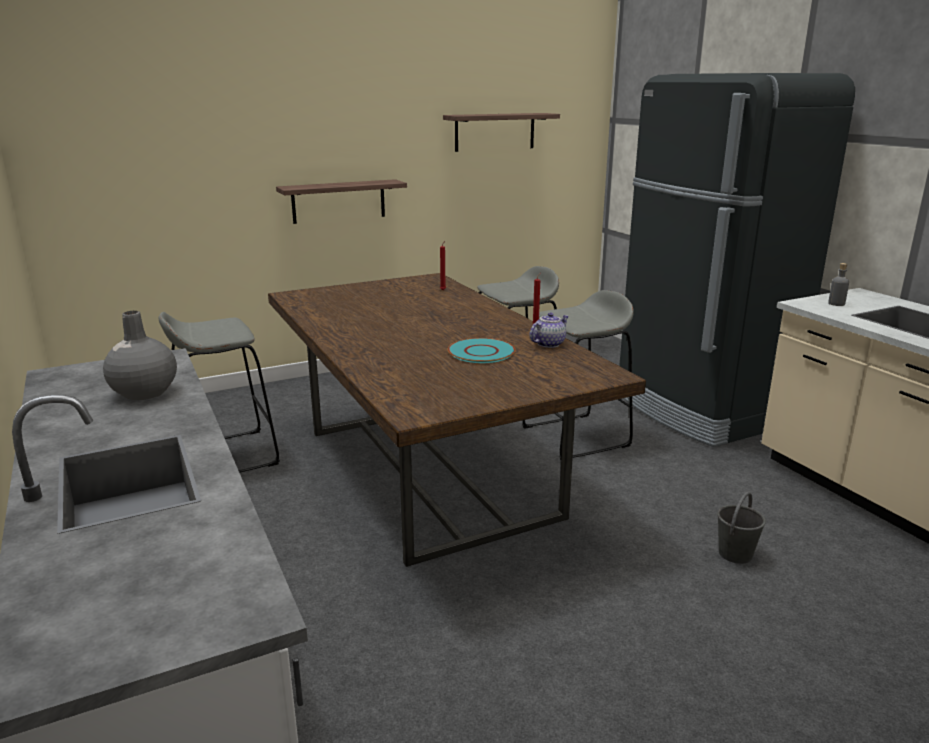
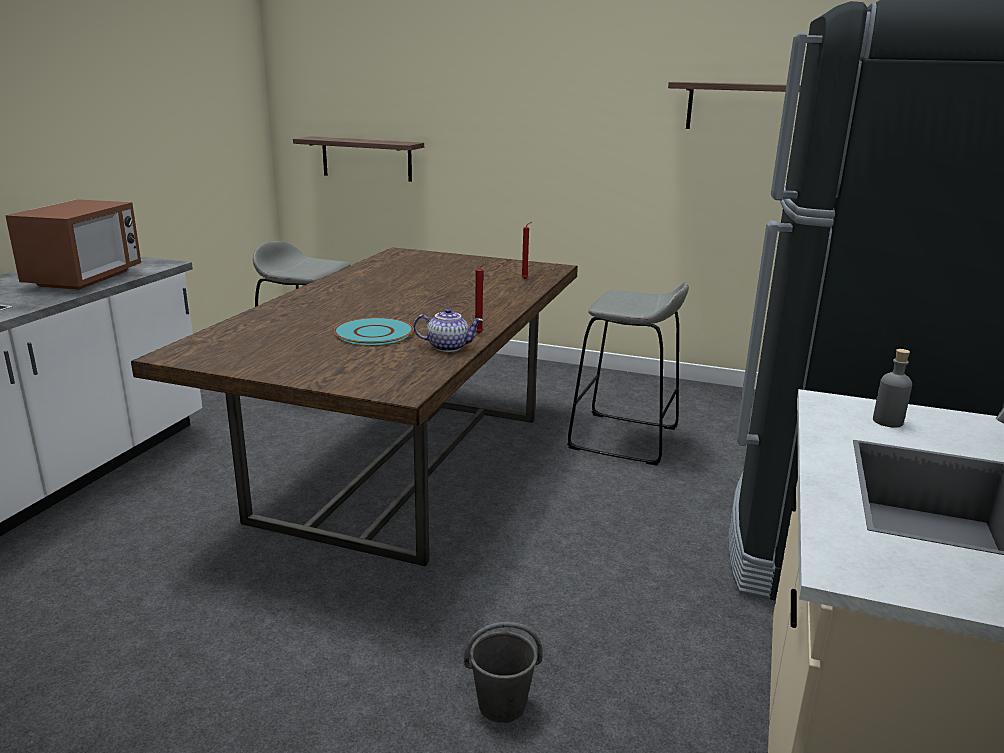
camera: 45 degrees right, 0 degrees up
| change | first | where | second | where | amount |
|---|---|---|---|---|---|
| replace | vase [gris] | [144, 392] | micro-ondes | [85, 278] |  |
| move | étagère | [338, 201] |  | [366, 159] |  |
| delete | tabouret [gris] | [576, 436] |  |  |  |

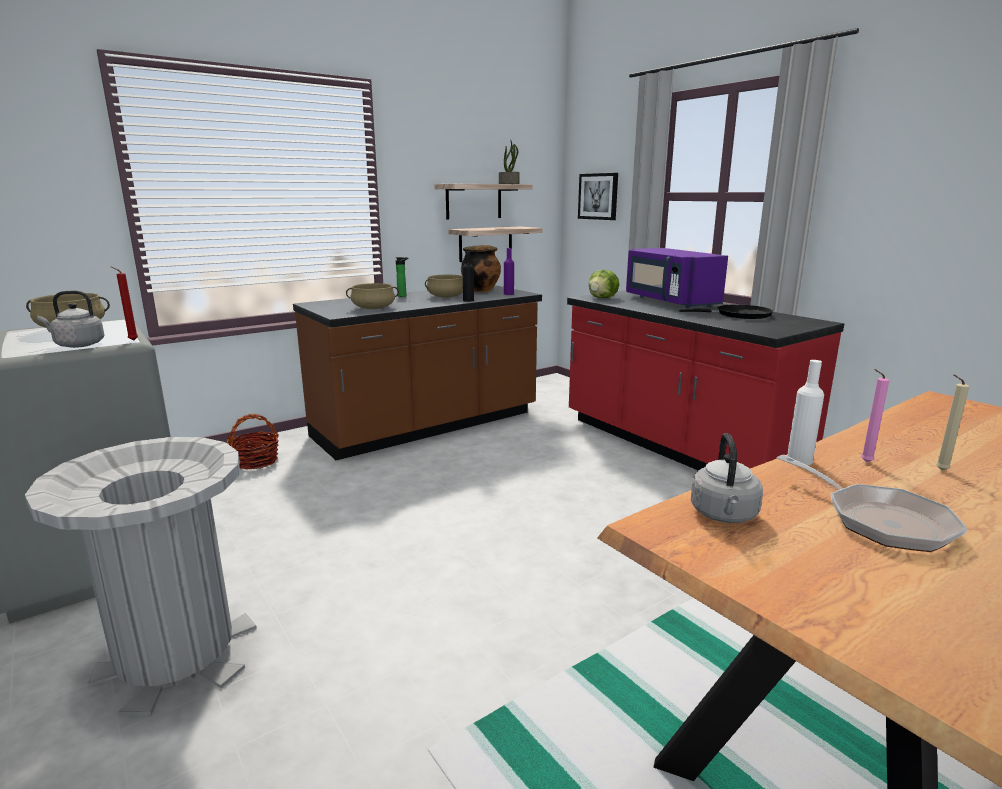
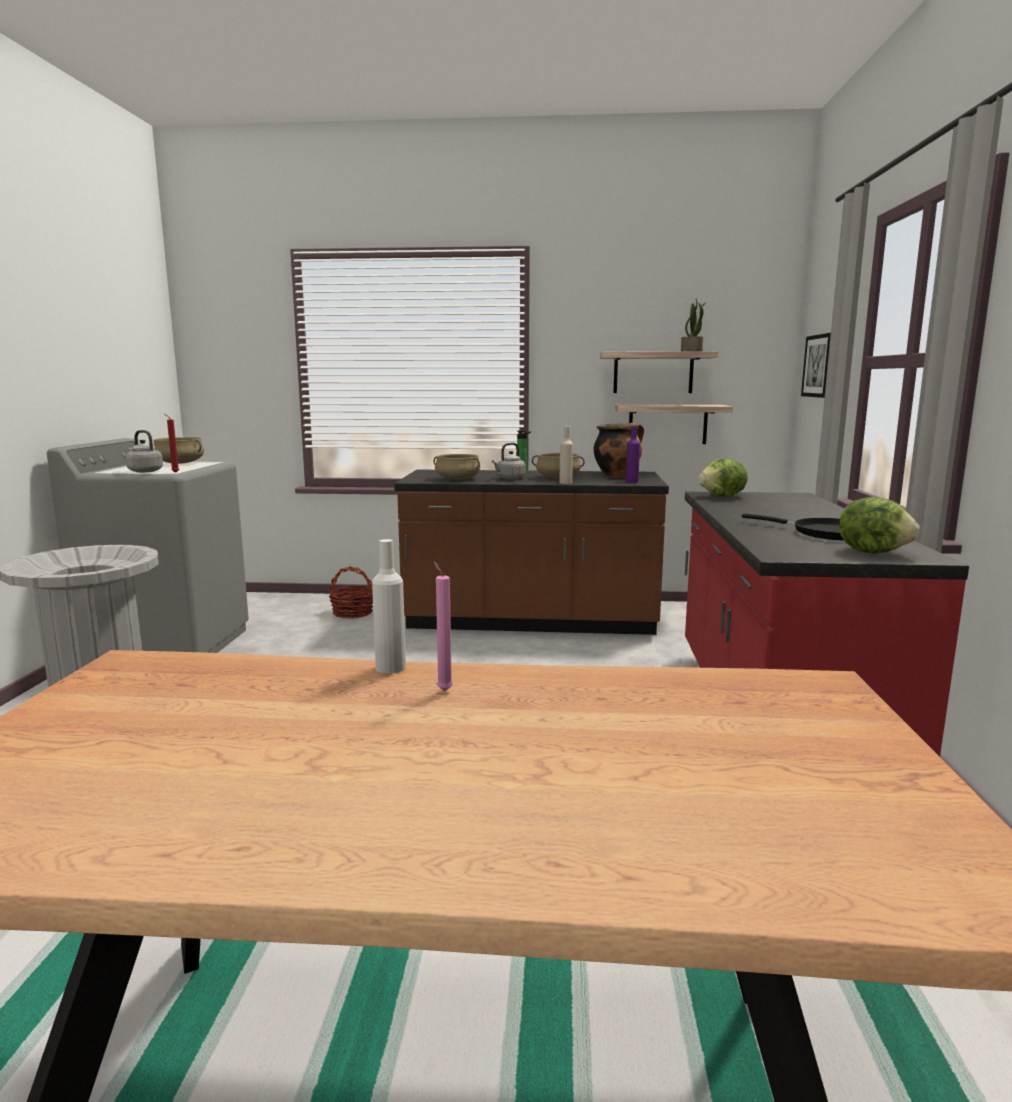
camera: 40 degrees right, 5 degrees down
| change | first | where | second | where | amount |
|---|---|---|---|---|---|
| move | bouilloire [gris] | [724, 515] |  | [509, 478] |  |
| recolor | bouteille [noir] | [468, 300] | bouteille [beige] | [565, 482] |  |
| insert |  |  | laitue | [873, 552] |  |
| delete | micro-ondes [violet] | [669, 301] |  |  |  |
| delete | poêle | [879, 520] |  |  |  |
| delete | bougie [beige] | [939, 470] |  |  |  |

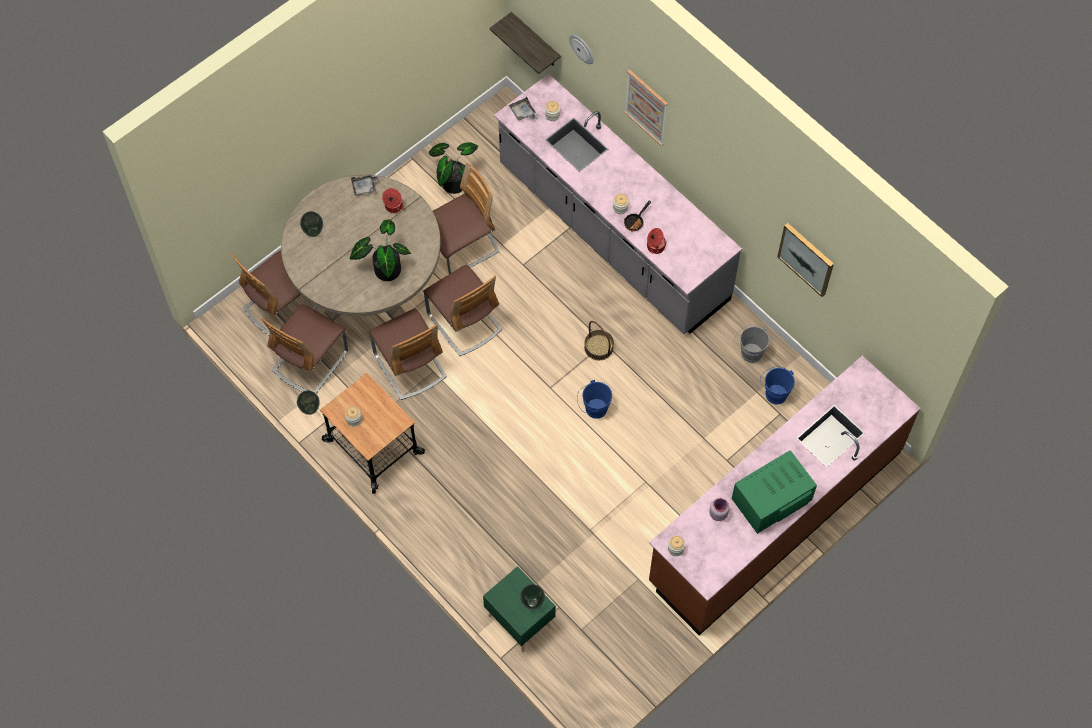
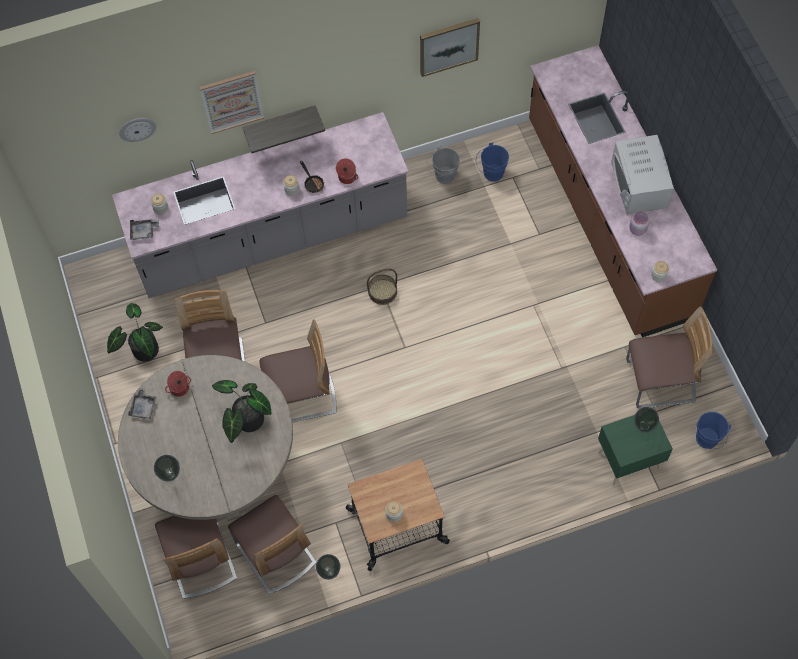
camera: 65 degrees left, 0 degrees up
| change | first | where | second | where | amount |
|---|---|---|---|---|---|
| move | étagère | [536, 41] |  | [280, 124] |  |
| recolor | micro-ondes [vert] | [771, 499] | micro-ondes [blanc] | [639, 184] |  |
| move | chaise | [410, 365] |  | [660, 381] |  |
| move | seau [bleu] | [593, 409] |  | [706, 441] |  |

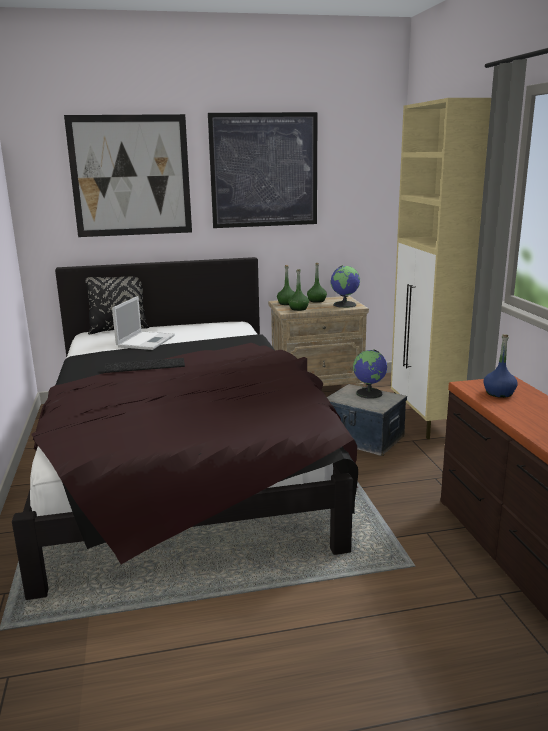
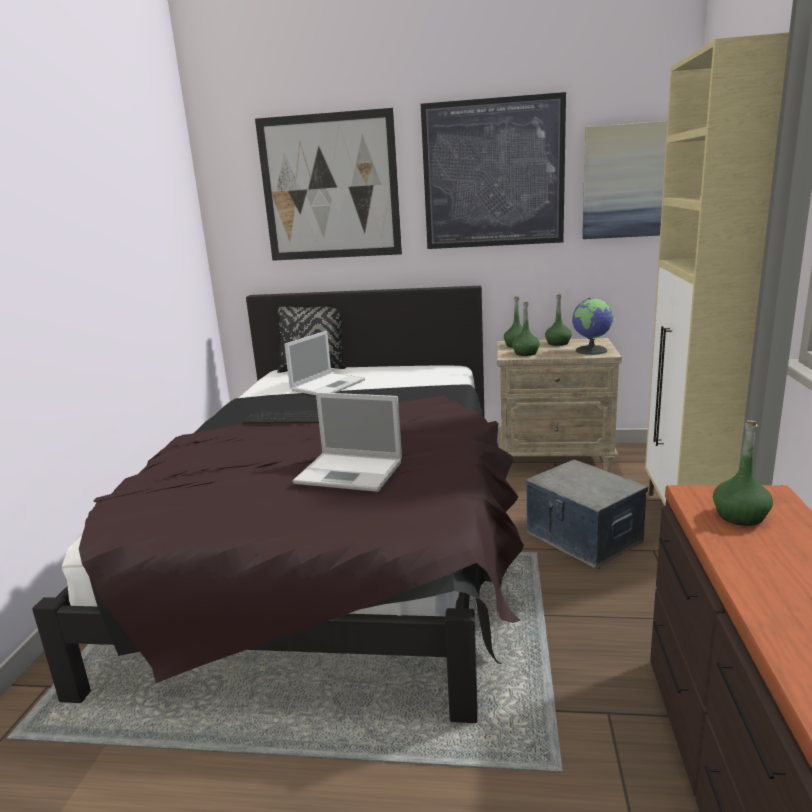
camera: 20 degrees right, 0 degrees up
| change | first | where | second | where | amount |
|---|---|---|---|---|---|
| insert |  |  | ordinateur portable | [351, 472] |  |
| insert |  |  | tableau | [627, 181] |  |
| recolor | bouteille [bleu] | [499, 393] | bouteille [vert] | [740, 516] |  |
| delete | globe | [369, 393] |  |  |  |

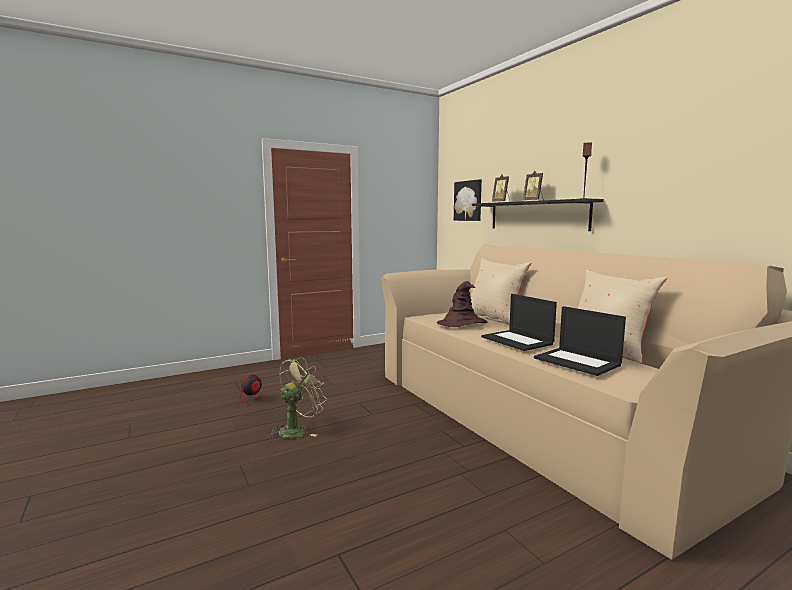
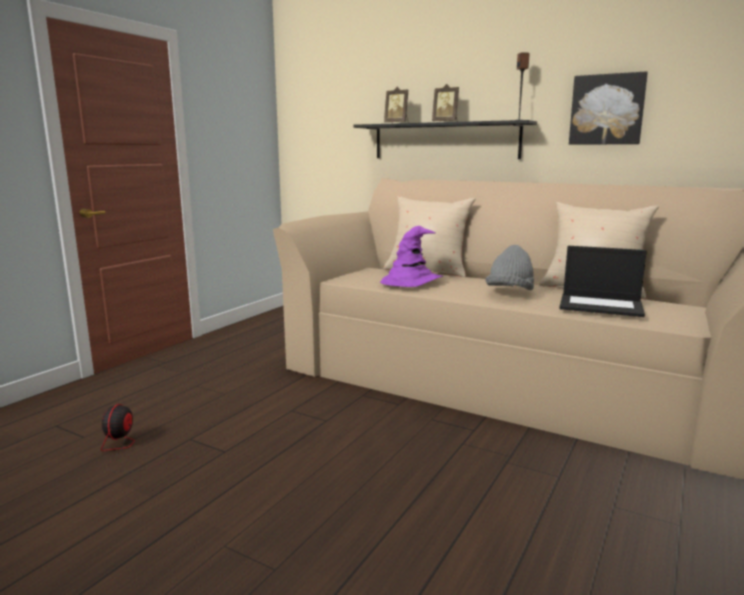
camera: 30 degrees left, 5 degrees up
| change | first | where | second | where | amount |
|---|---|---|---|---|---|
| recolor | chapeau [marron] | [462, 323] | chapeau [violet] | [411, 281] |  |
| replace | ordinateur portable | [518, 341] | chapeau [gris] | [510, 292] |  |
| move | tableau | [468, 201] |  | [607, 110] |  |
| delete | ventilateur [vert] | [297, 429] |  |  |  |

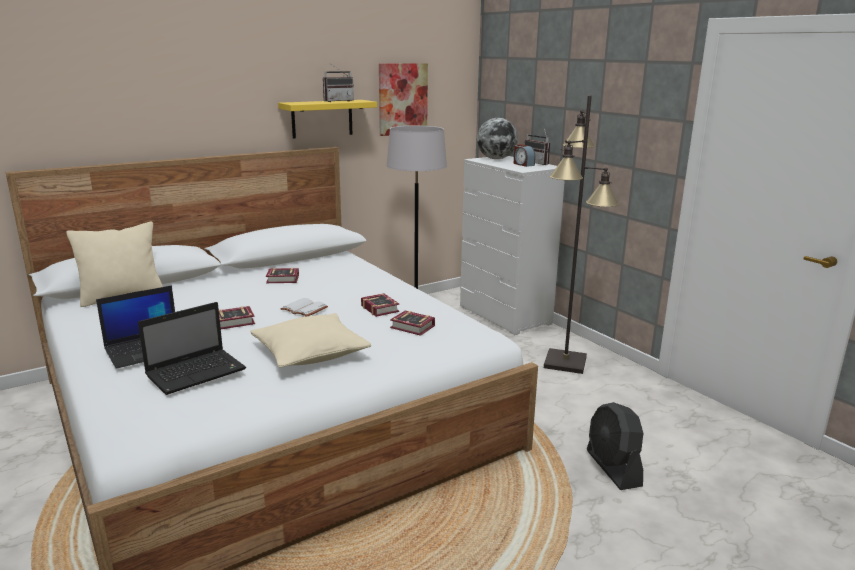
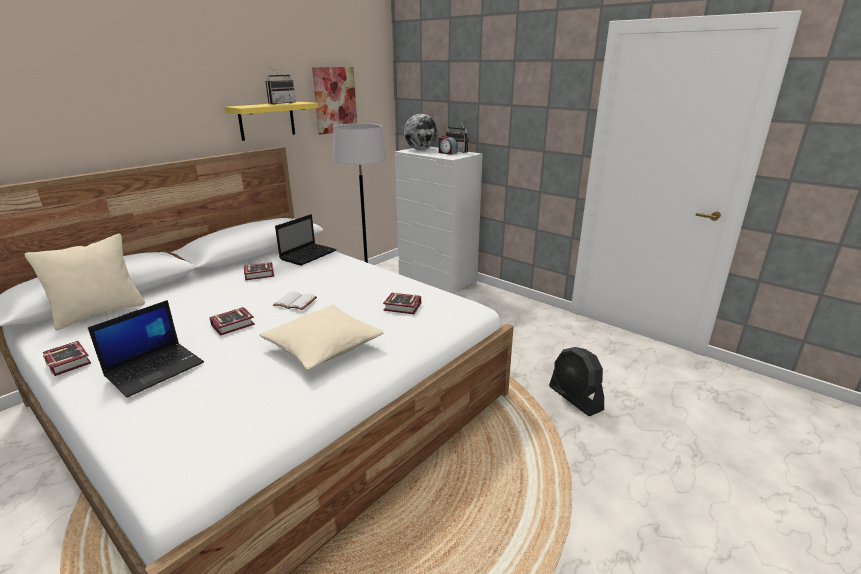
camera: 15 degrees left, 5 degrees up
| change | first | where | second | where | amount |
|---|---|---|---|---|---|
| move | livre | [380, 308] |  | [69, 361] |  |
| move | ordinateur portable | [198, 372] |  | [309, 255] |  |
| delete | lampadaire [noir] | [566, 362] |  |  |  |

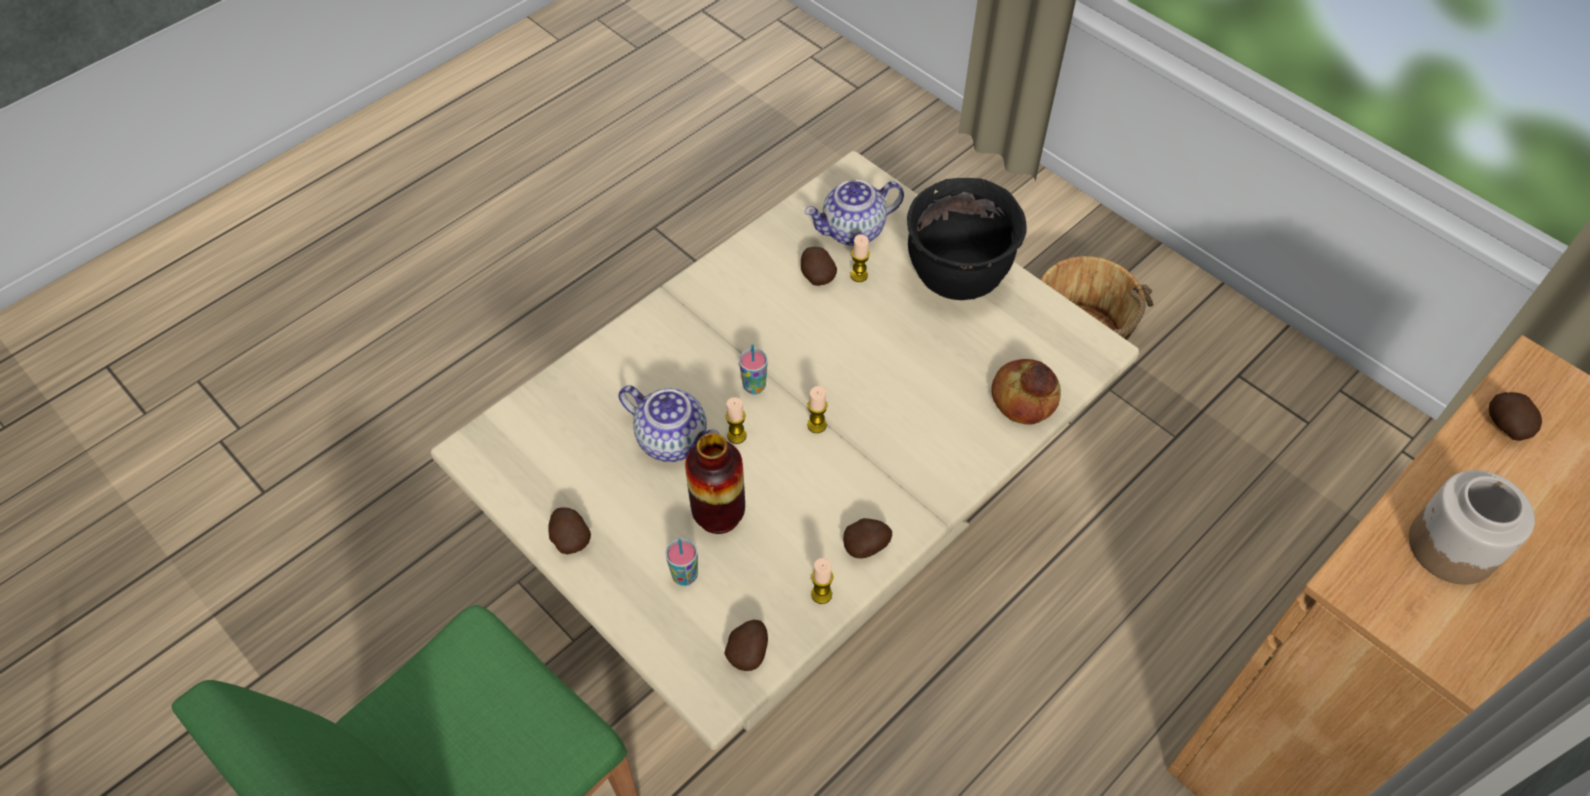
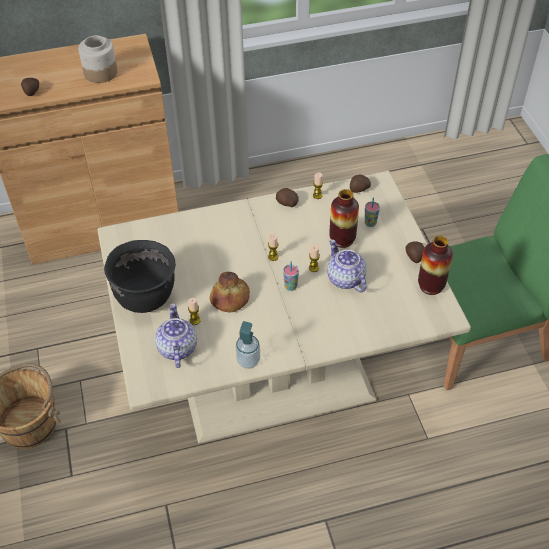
camera: 150 degrees left, 5 degrees down
| change | first | where | second | where | amount |
|---|---|---|---|---|---|
| rotate | théière | [853, 231] |  | [176, 348] | 105 degrees counterclockwise |
| move | pain | [1023, 397] |  | [230, 299] |  |
| insert |  |  | distributeur de savon | [248, 361] |  |
| insert |  |  | vase | [431, 286] |  |
| delete | pomme de terre | [816, 275] |  |  |  |

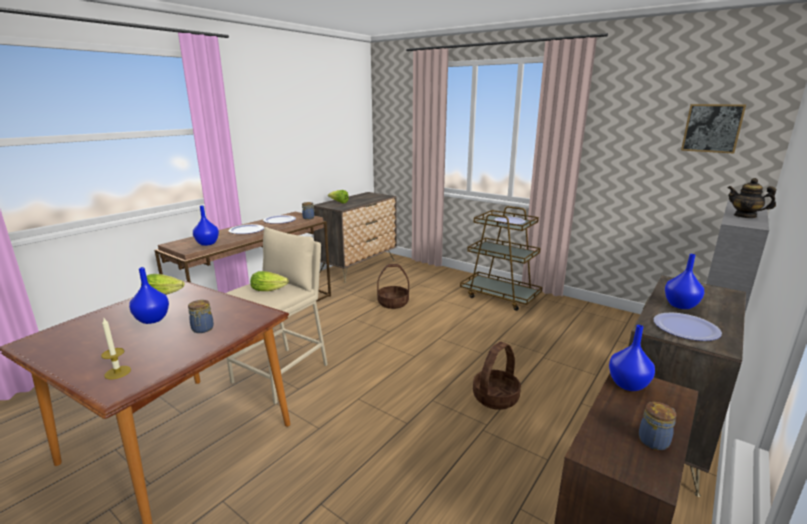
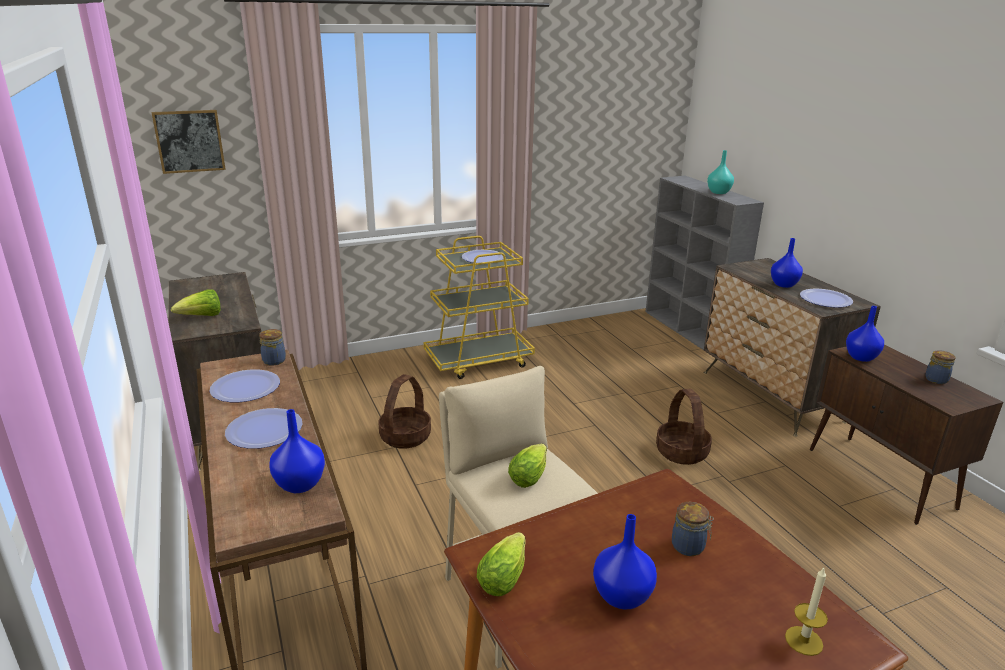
camera: 60 degrees left, 5 degrees up
| change | first | where | second | where | amount |
|---|---|---|---|---|---|
| move | tableau | [712, 128] |  | [189, 141] |  |
| recolor | chariot [marron] | [500, 296] | chariot [jaune] | [479, 361] |  |
| replace | théière | [745, 216] | vase [turquoise] | [719, 192] |  |

